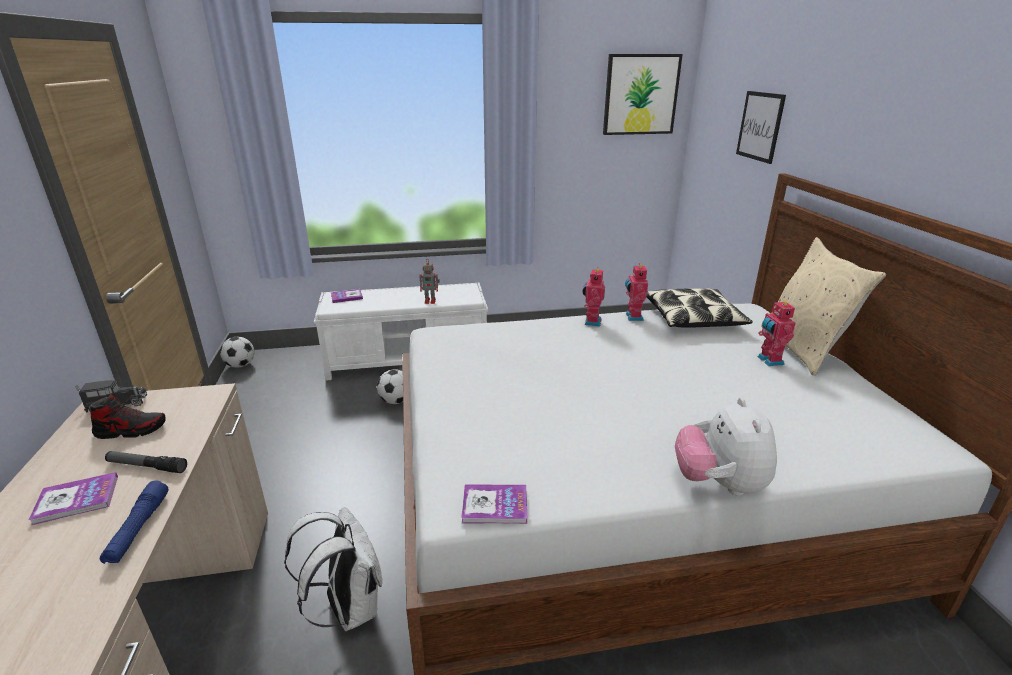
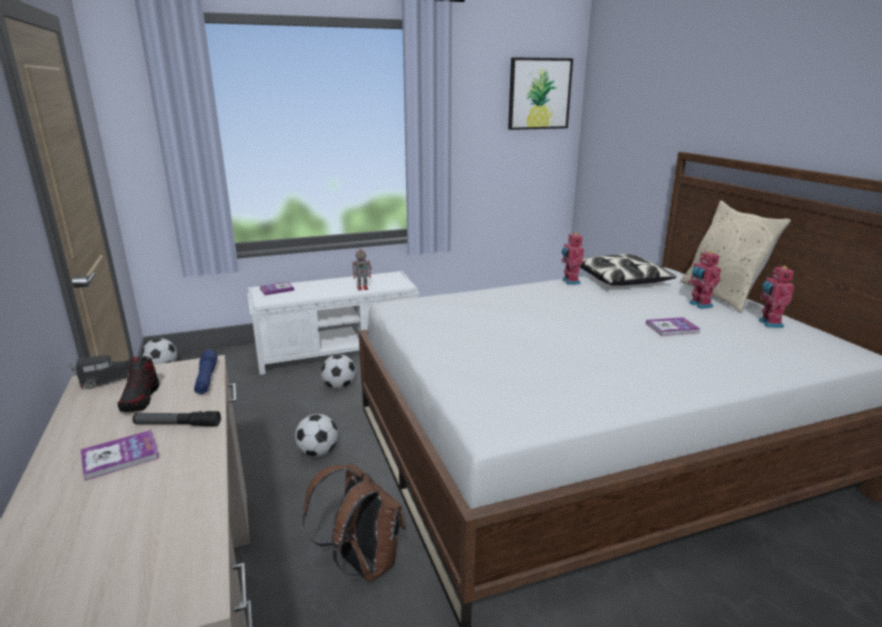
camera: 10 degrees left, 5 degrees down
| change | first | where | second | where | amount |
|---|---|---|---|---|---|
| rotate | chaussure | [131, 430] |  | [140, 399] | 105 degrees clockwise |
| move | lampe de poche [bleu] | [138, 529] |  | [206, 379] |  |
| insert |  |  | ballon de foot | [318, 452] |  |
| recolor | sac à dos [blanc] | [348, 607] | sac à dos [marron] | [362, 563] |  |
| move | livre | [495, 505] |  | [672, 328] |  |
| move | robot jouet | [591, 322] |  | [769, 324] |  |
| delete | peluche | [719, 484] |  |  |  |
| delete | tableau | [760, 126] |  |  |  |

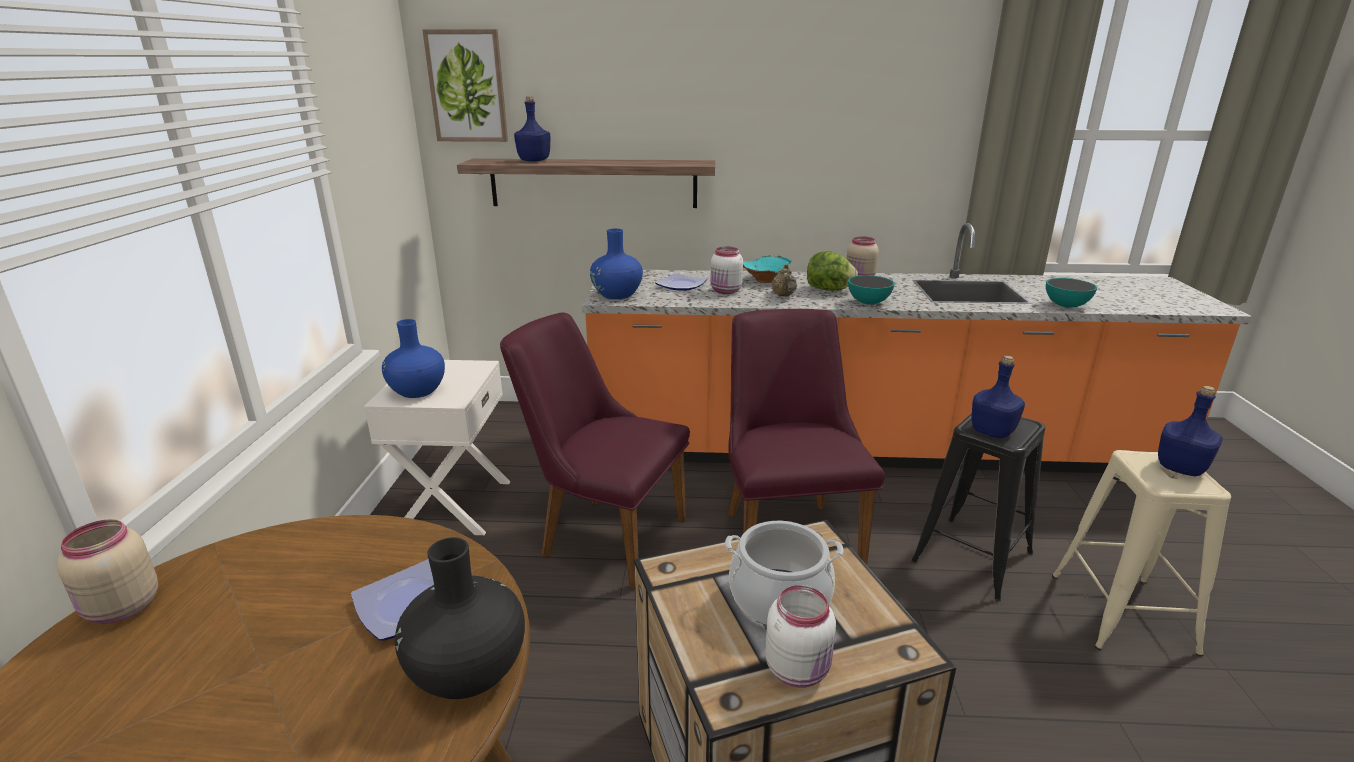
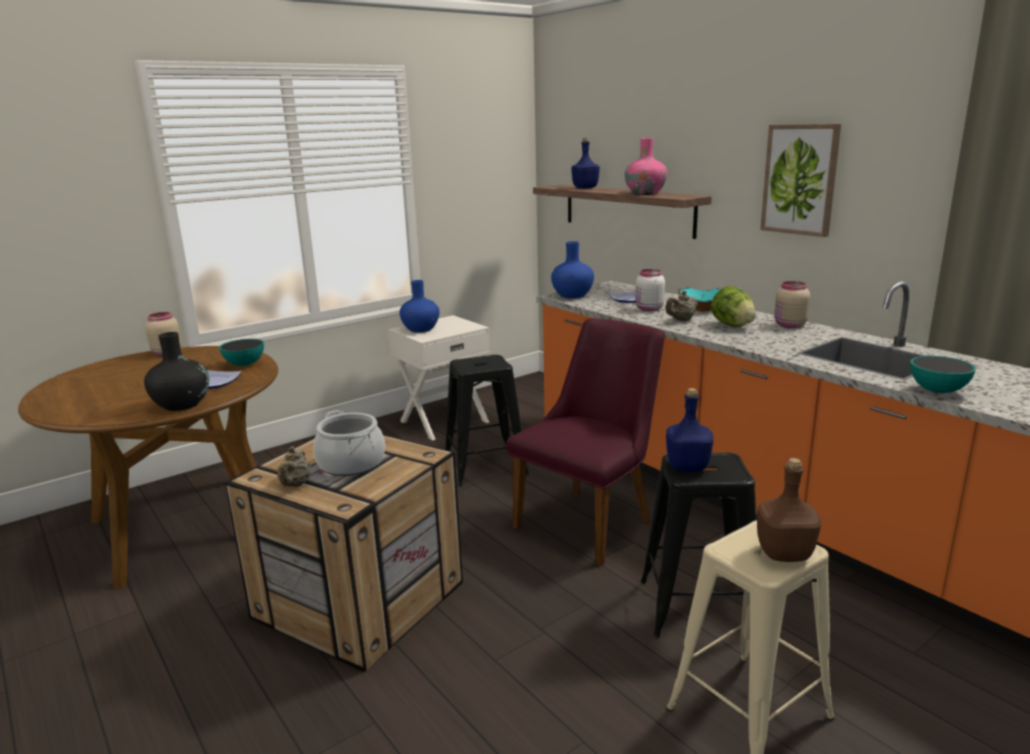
camera: 50 degrees right, 5 degrees down
| change | first | where | second | where | amount |
|---|---|---|---|---|---|
| move | bol | [868, 303] |  | [244, 365] |  |
| replace | bocal [blanc] | [799, 669] | théière [beige] | [295, 485] |  |
| replace | chaise [violet] | [602, 535] | tabouret [noir] | [484, 467] |  |
| insert |  |  | vase [rose] | [645, 193] |  |
| recolor | bouteille [bleu] | [1180, 468] | bouteille [marron] | [783, 553] |  |
| move | tableau | [467, 86] |  | [800, 179] |  |

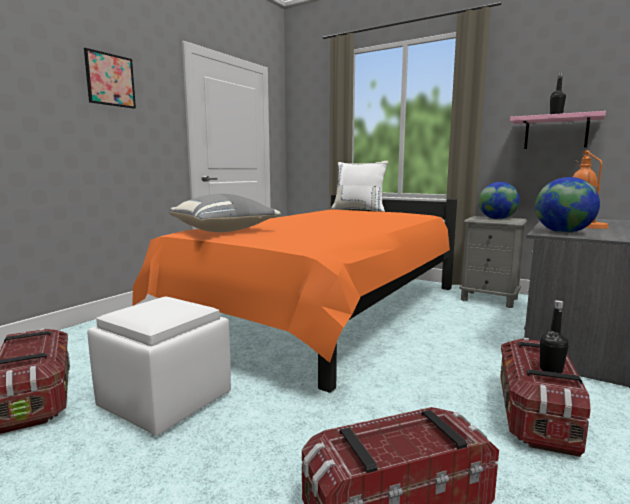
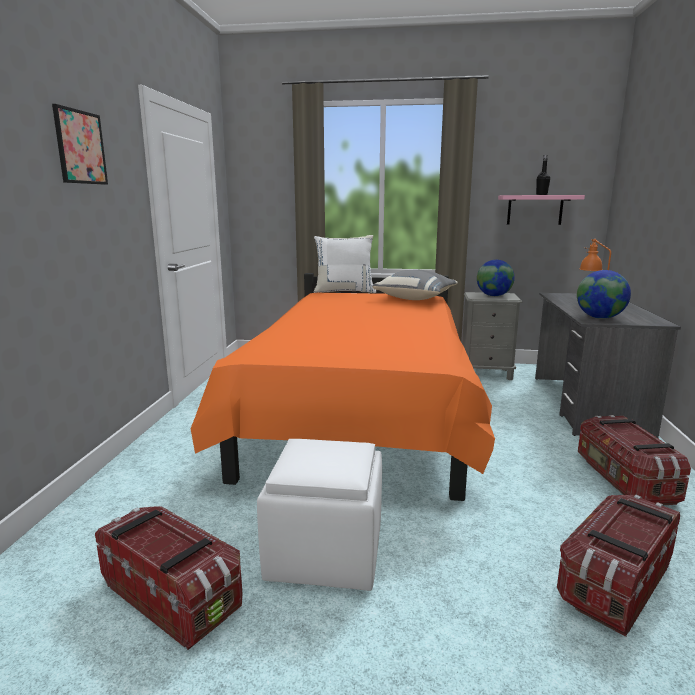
camera: 25 degrees left, 5 degrees up
| change | first | where | second | where | amount |
|---|---|---|---|---|---|
| move | coussin [gris] | [224, 231] |  | [416, 299] |  |
| delete | bouteille [noir] | [551, 370] |  |  |  |

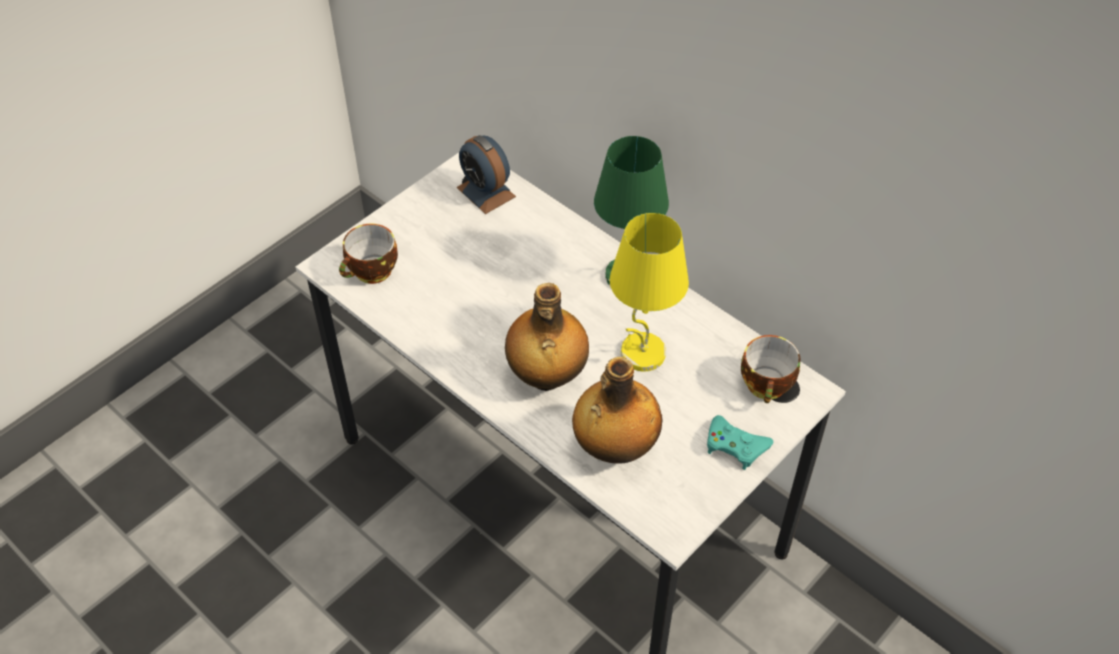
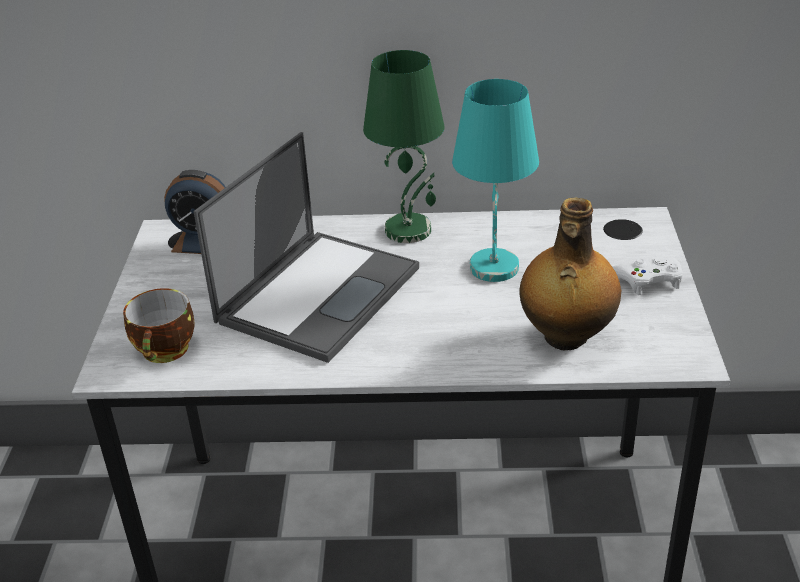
camera: 40 degrees left, 15 degrees down
| change | first | where | second | where | amount |
|---|---|---|---|---|---|
| insert |  |  | ordinateur portable | [319, 293] |  |
| recolor | lampe de table [jaune] | [642, 354] | lampe de table [turquoise] | [495, 268] |  |
| recolor | manette [turquoise] | [735, 446] | manette [blanc] | [648, 280] |  |
| delete | bouteille | [546, 376] |  |  |  |
| delete | tasse | [767, 386] |  |  |  |

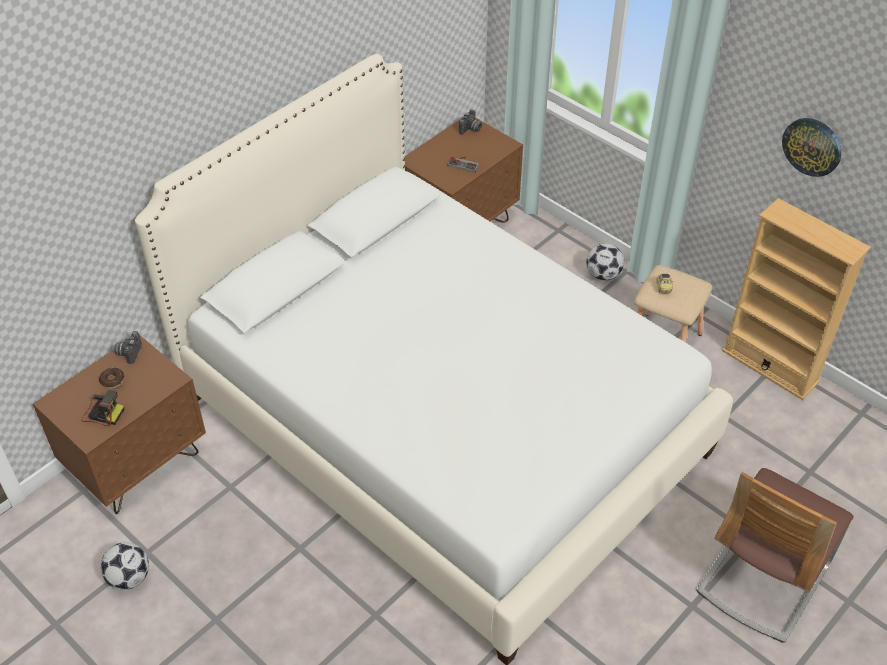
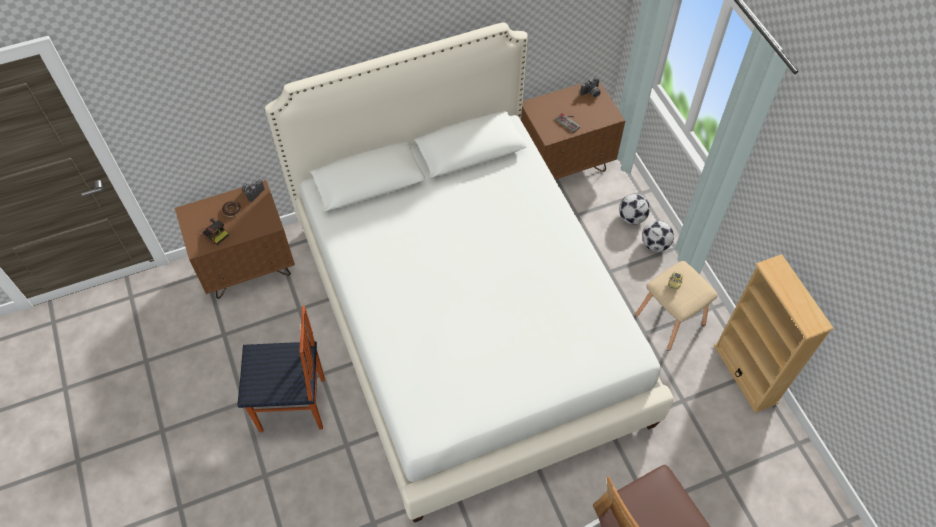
camera: 25 degrees right, 10 degrees up
| change | first | where | second | where | amount |
|---|---|---|---|---|---|
| insert |  |  | chaise | [293, 406] |  |
| move | ballon de foot | [129, 577] |  | [632, 217] |  |
| delete | horloge murale | [812, 146] |  |  |  |

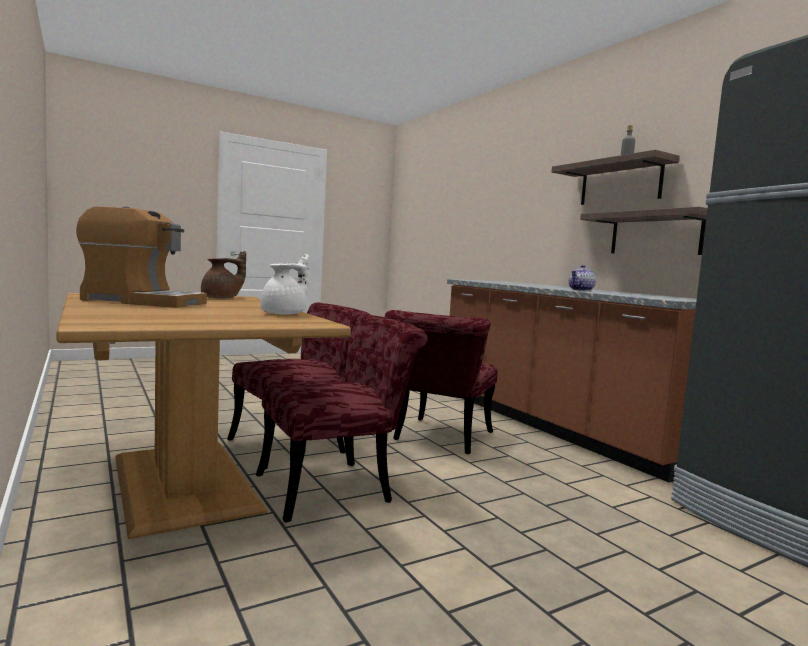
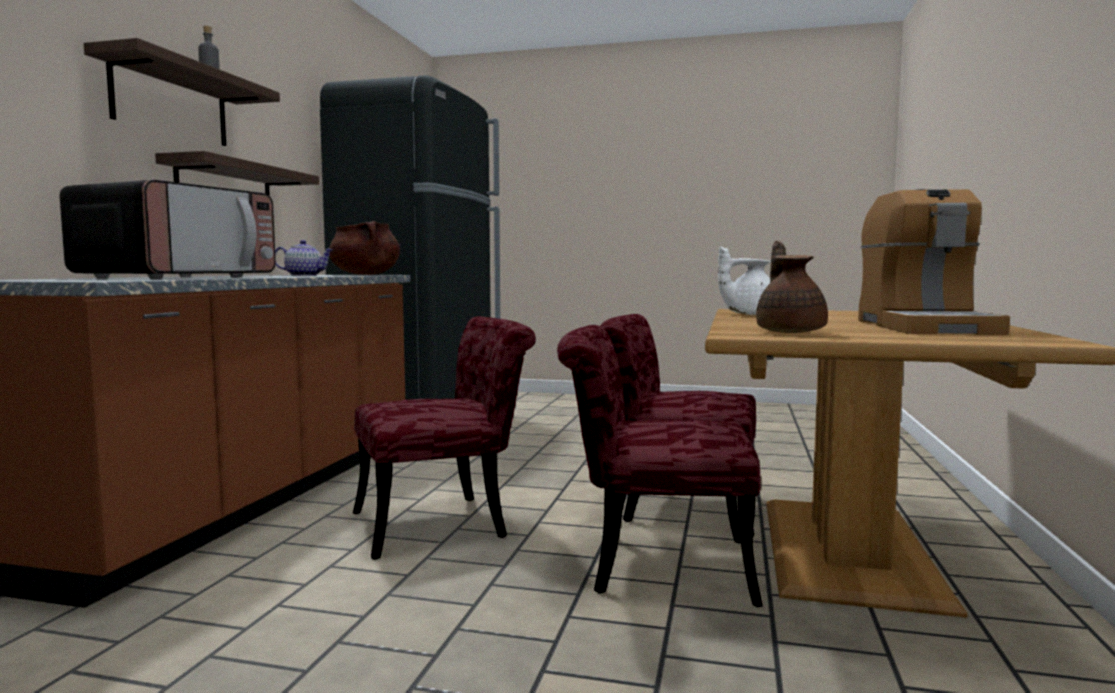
camera: 135 degrees left, 0 degrees up
| change | first | where | second | where | amount |
|---|---|---|---|---|---|
| insert |  |  | micro-ondes | [178, 277] |  |
| insert |  |  | marmite [marron] | [365, 274] |  |
| rotate | théière [marron] | [222, 298] |  | [790, 332] | 90 degrees clockwise |
| rotate | machine à café | [142, 302] |  | [923, 327] | 135 degrees counterclockwise |

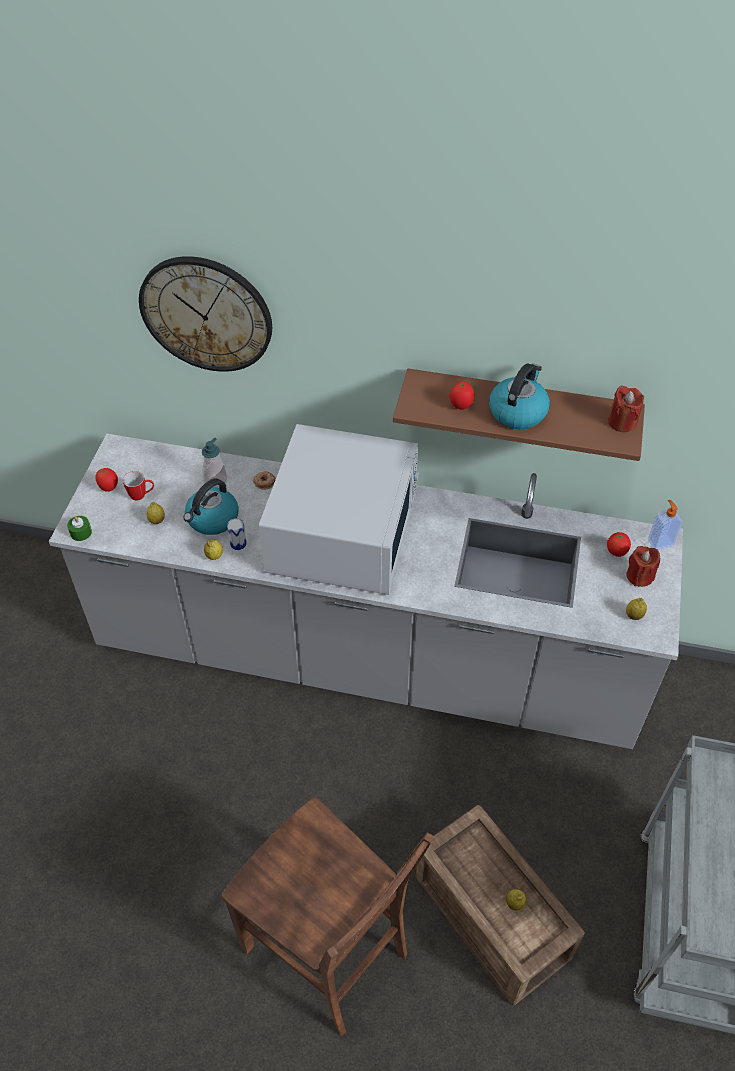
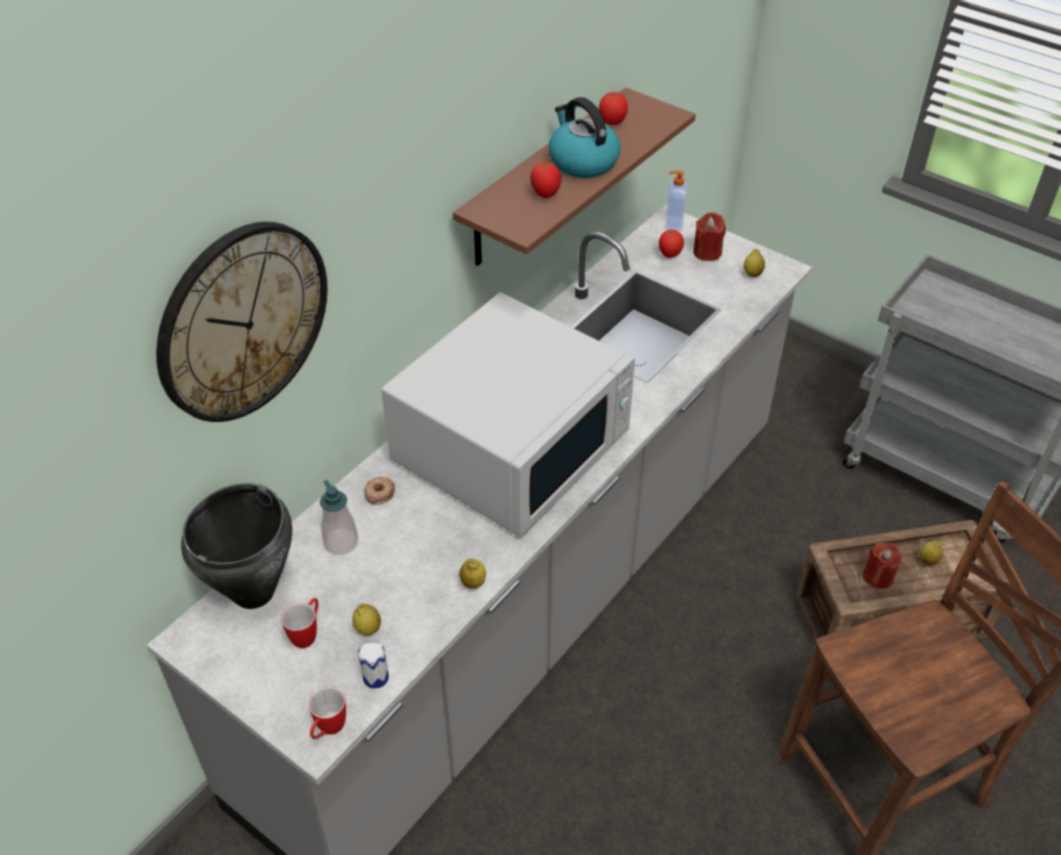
camera: 65 degrees left, 5 degrees down
| change | first | where | second | where | amount |
|---|---|---|---|---|---|
| insert |  |  | marmite [noir] | [254, 592] |  |
| replace | bougie [vert] | [81, 532] | mug | [328, 730] |  |
| move | boîte métallique | [238, 543] |  | [376, 677] |  |
| rotate | micro-ondes [blanc] | [343, 532] |  | [513, 445] | 90 degrees clockwise |
| move | tomate | [109, 488] |  | [612, 123] |  |
| move | bougie [rouge] | [622, 422] |  | [878, 576] |  |
| delete | bouilloire | [212, 519] |  |  |  |

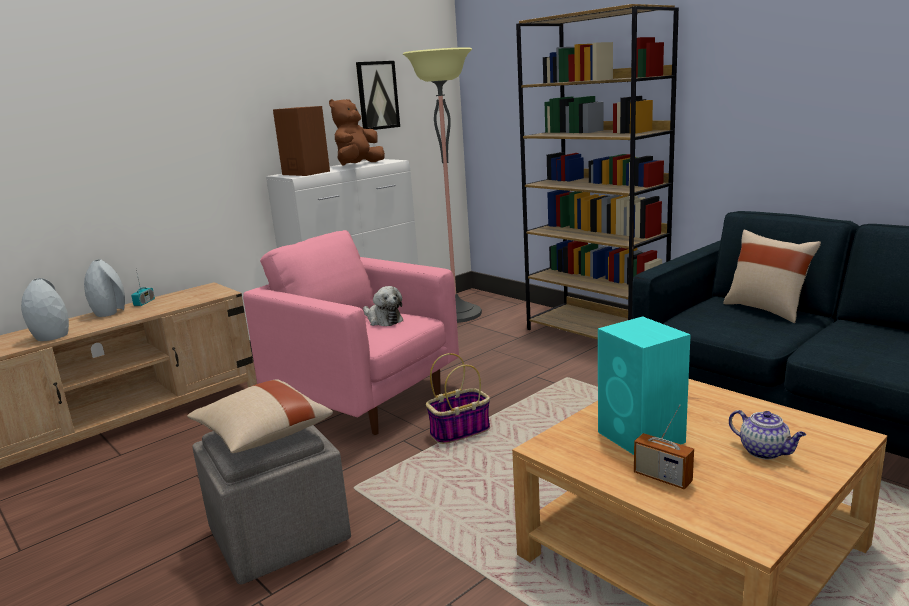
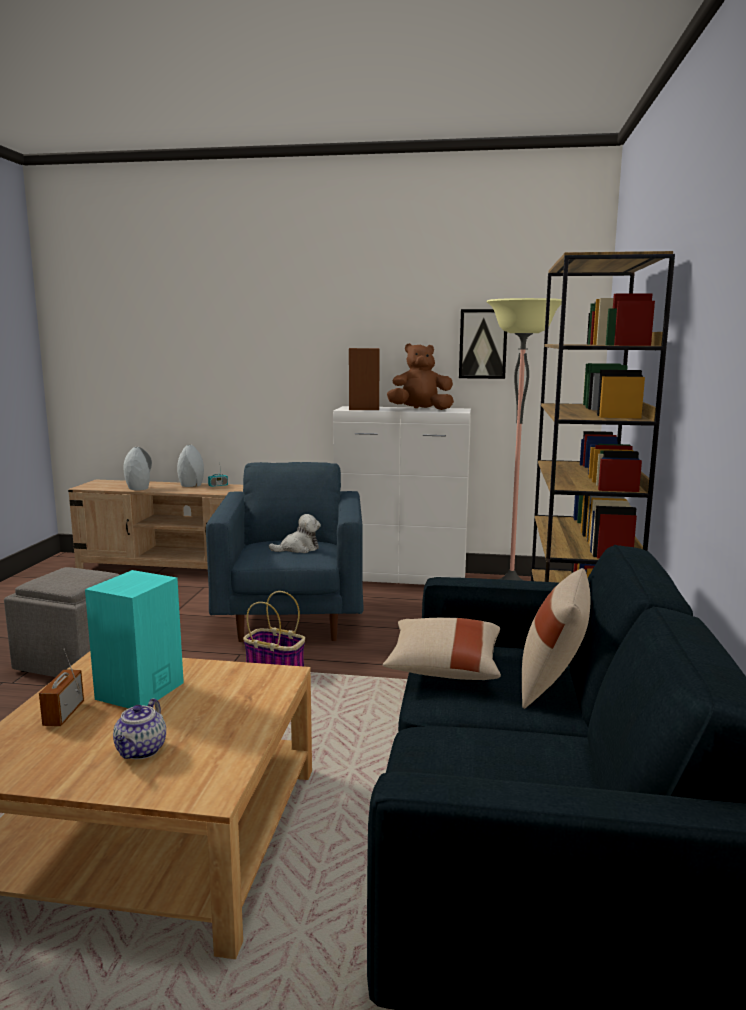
camera: 50 degrees right, 5 degrees down
| change | first | where | second | where | amount |
|---|---|---|---|---|---|
| recolor | fauteuil [rose] | [365, 399] | fauteuil [bleu] | [292, 619] |  |
| rotate | peluche | [383, 320] |  | [298, 549] | 120 degrees counterclockwise |
| move | coussin [beige] | [262, 434] |  | [444, 668] |  |

